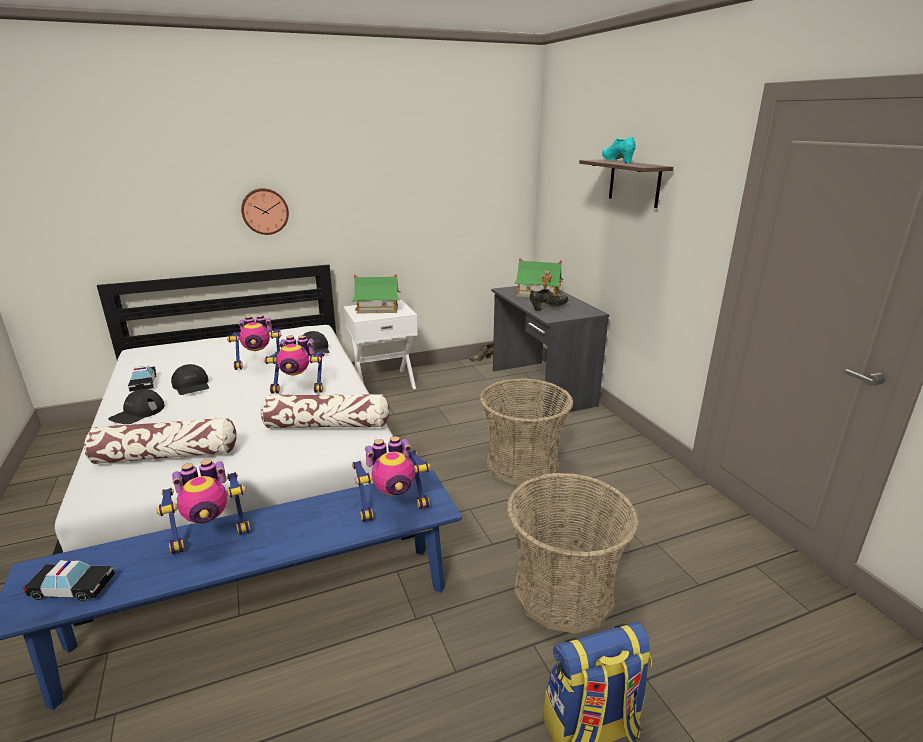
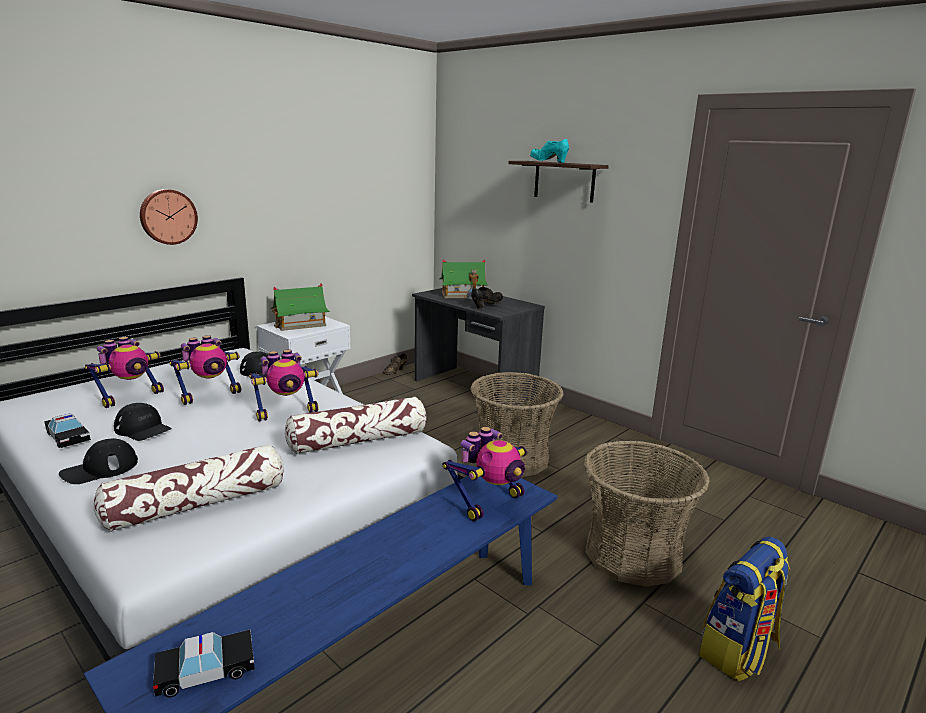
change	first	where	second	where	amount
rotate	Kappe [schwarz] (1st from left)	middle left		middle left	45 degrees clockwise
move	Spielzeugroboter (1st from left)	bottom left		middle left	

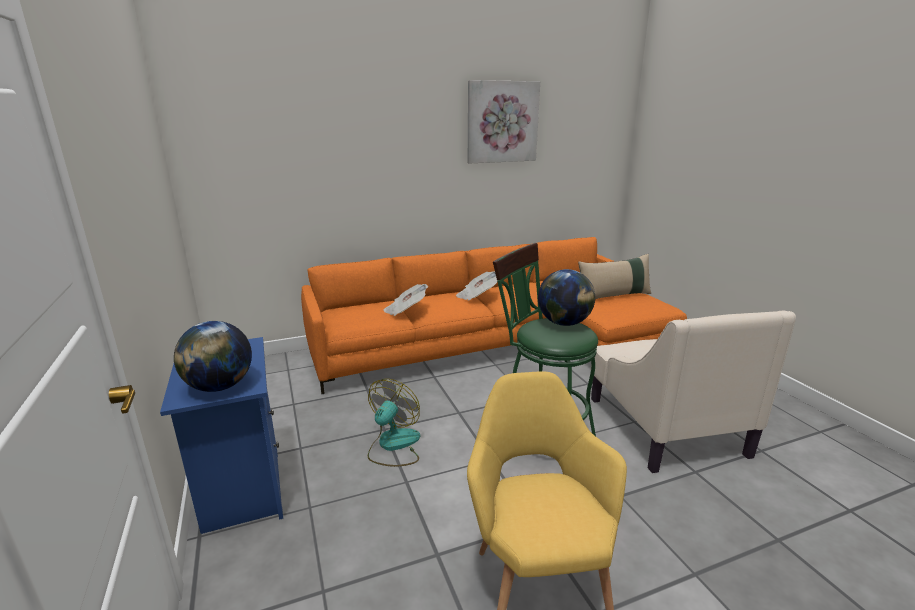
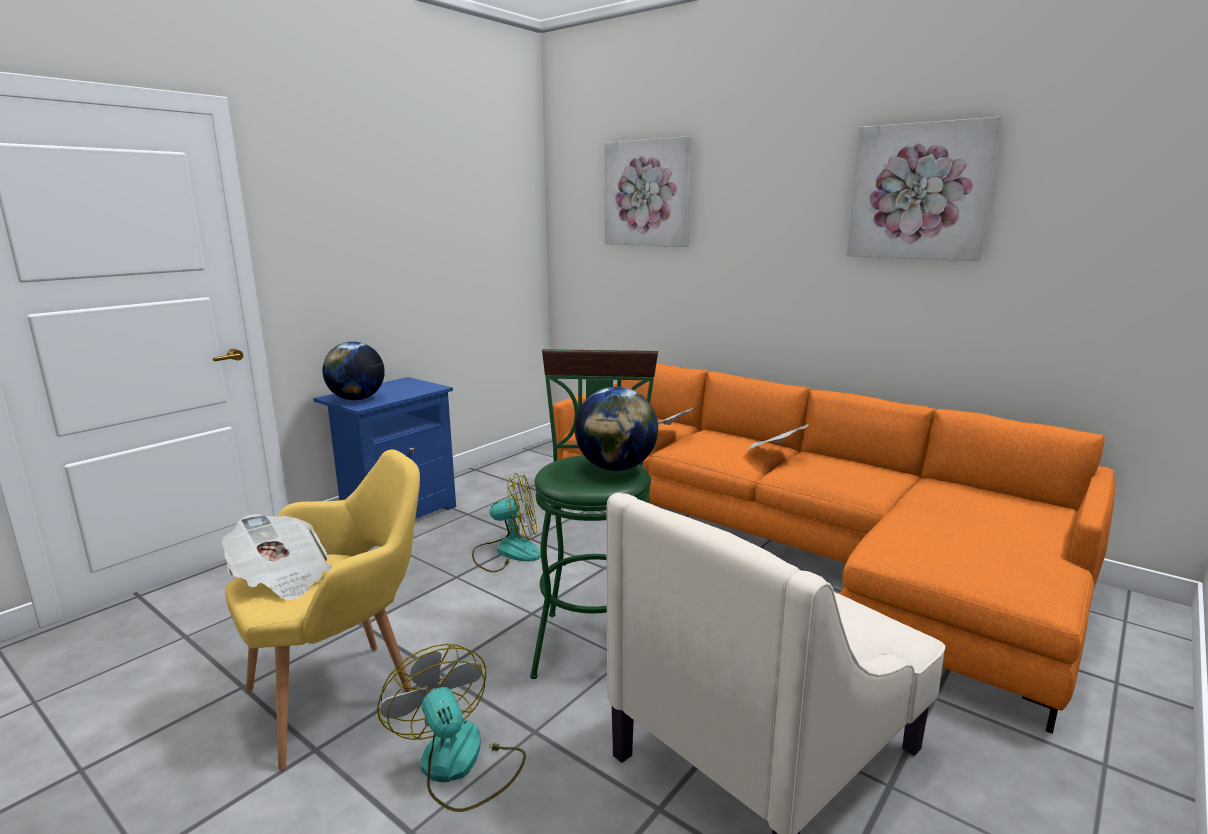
change	first	where	second	where	amount
delete	Kissen [beige]	middle right			
insert			Zeitung (1st from left)	bottom left	
insert			Ventilator (1st from left)	bottom centre	
insert			Bild (1st from left)	top centre	

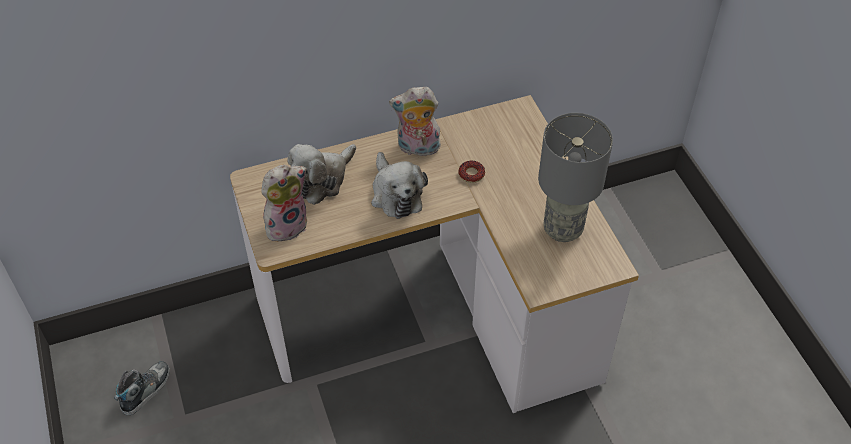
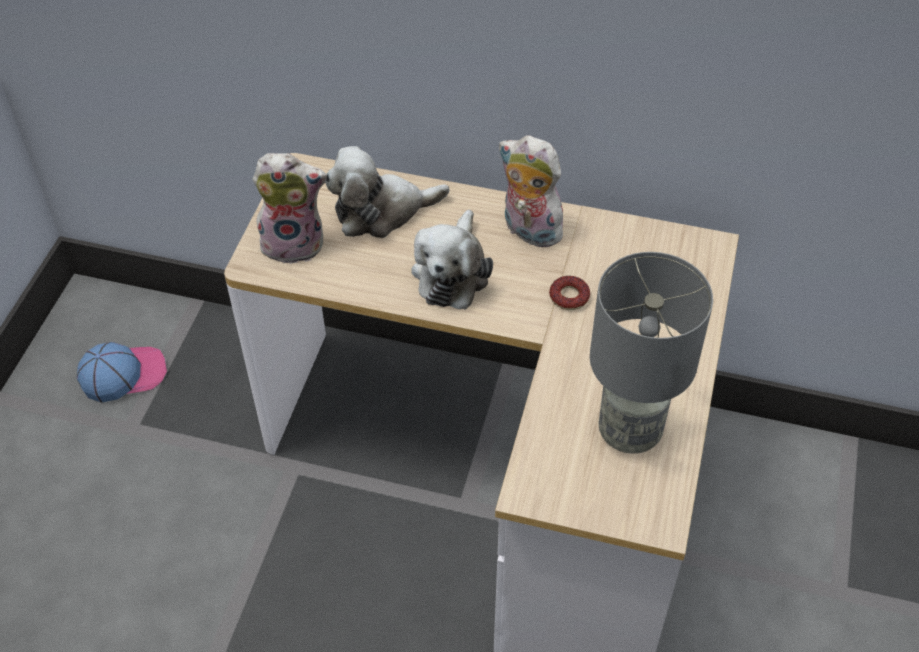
change	first	where	second	where	amount
replace	Schuh	bottom left	Kappe	middle left	

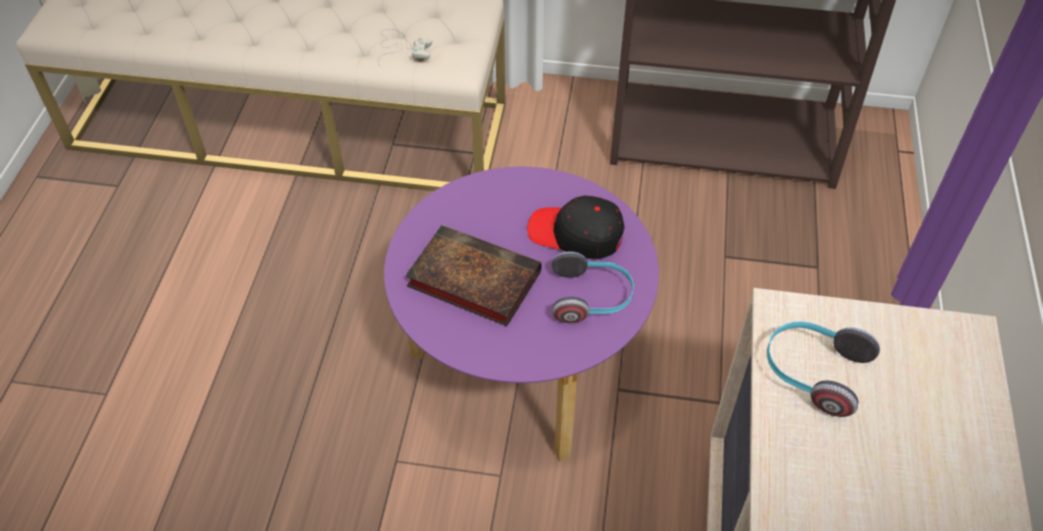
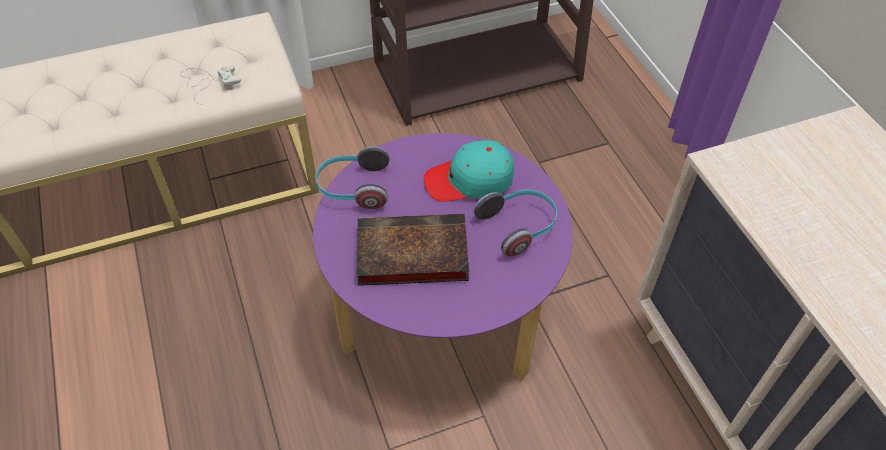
change	first	where	second	where	amount
recolor	Kappe [schwarz]	centre	Kappe [türkis]	centre	
move	Kopfhörer (2nd from left in the first image)	bottom right	Kopfhörer (1st from left)	centre	

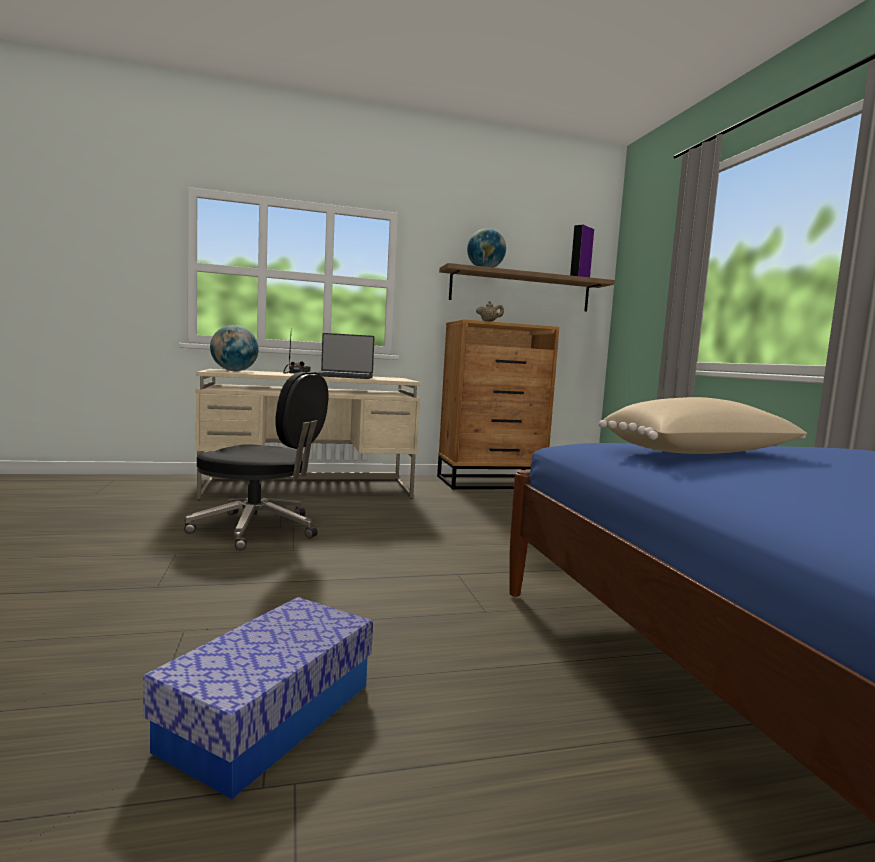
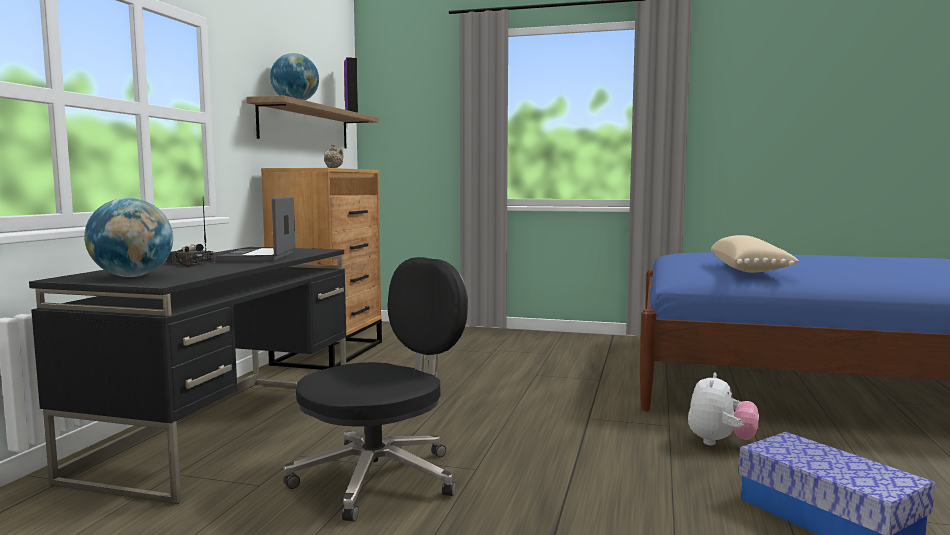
change	first	where	second	where	amount
recolor	Schreibtisch [beige]	centre	Schreibtisch [schwarz]	bottom left	
rotate	Laptop	centre		middle left	150 degrees clockwise
insert			Plüschtier	bottom right	

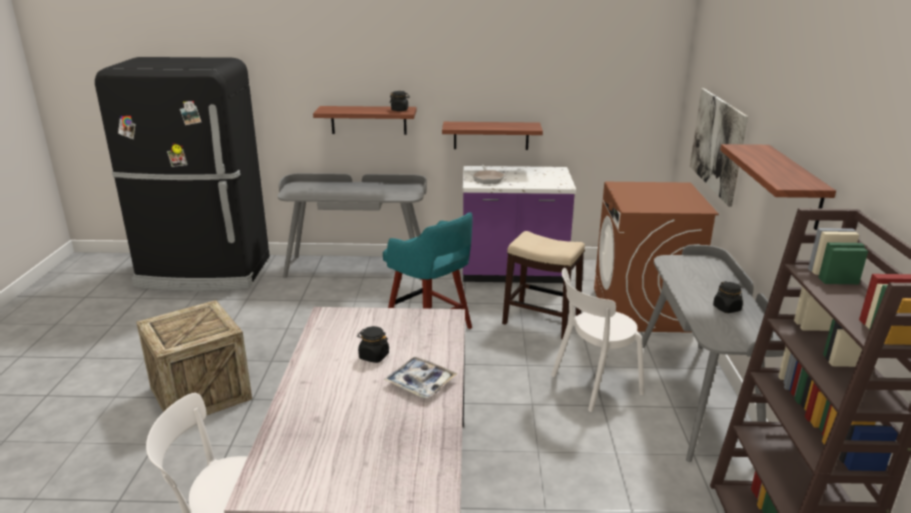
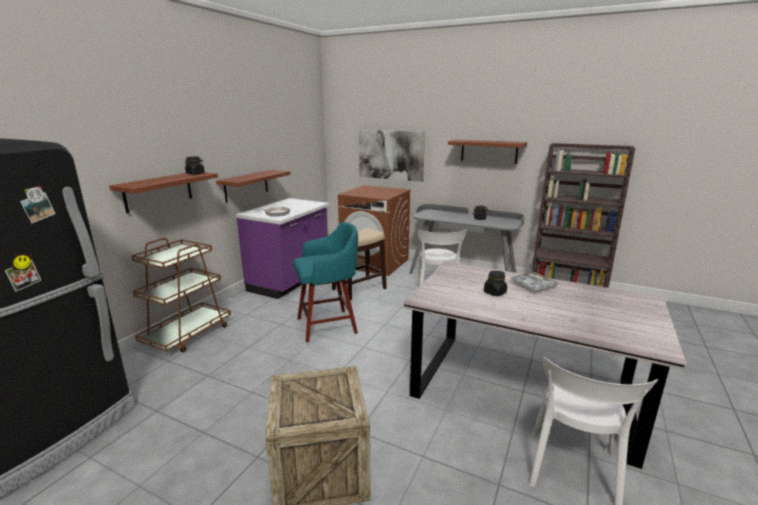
change	first	where	second	where	amount
replace	Schreibtisch [grau] (1st from left)	centre	Rollwagen [braun]	middle left	

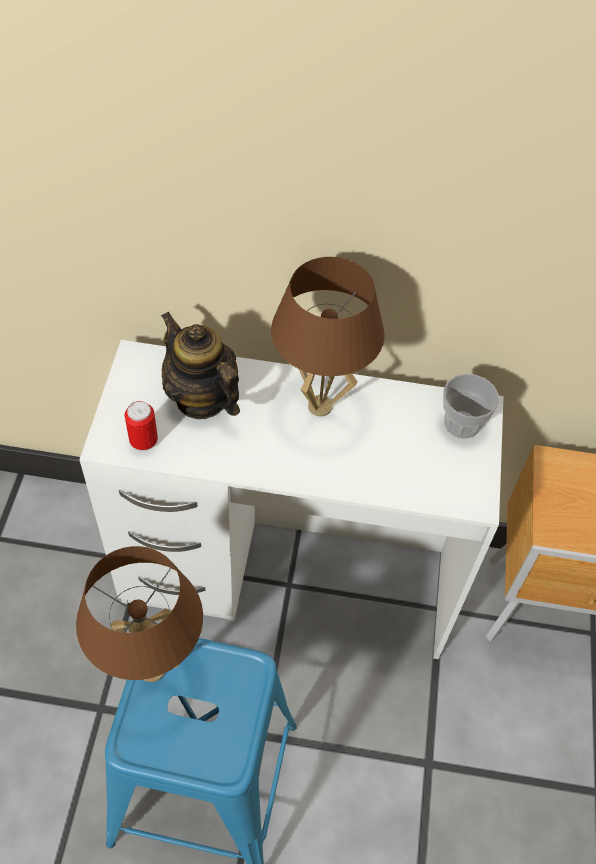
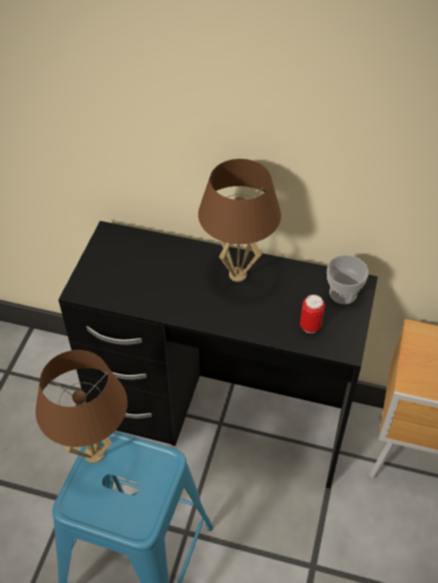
change	first	where	second	where	amount
recolor	Schreibtisch [weiß]	centre	Schreibtisch [schwarz]	centre	
move	Dose	middle left		middle right	
delete	Teekanne	centre			

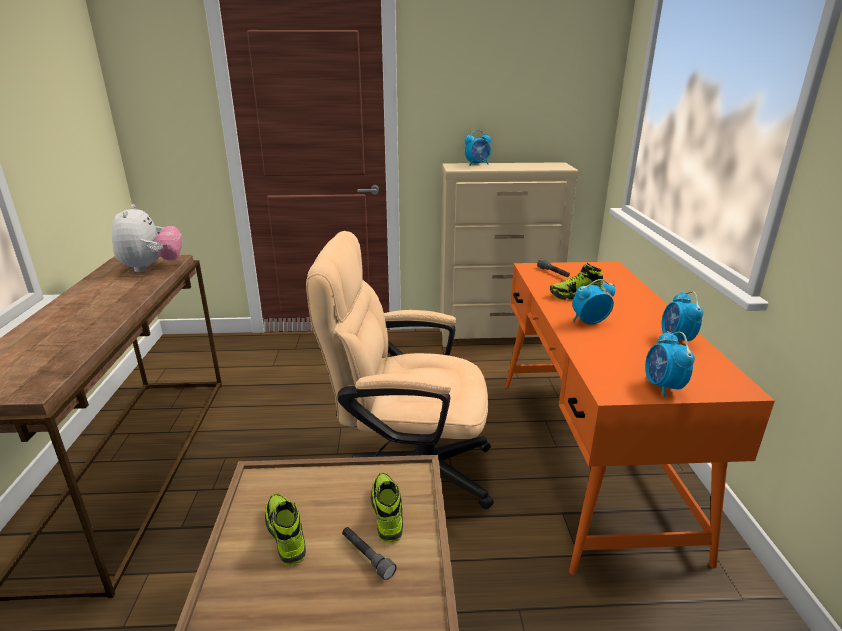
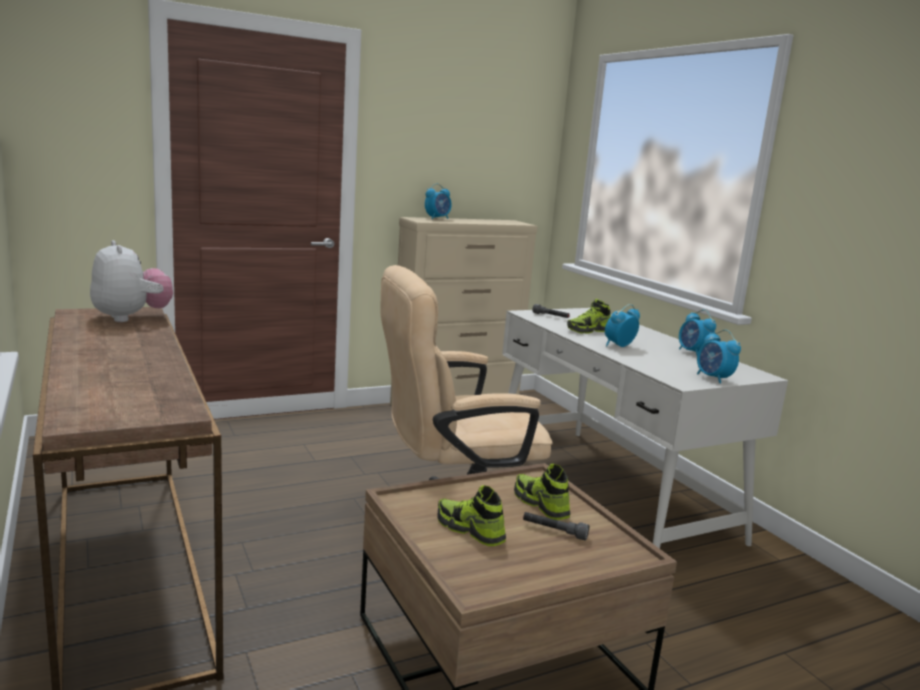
change	first	where	second	where	amount
recolor	Schreibtisch [orange]	middle right	Schreibtisch [weiß]	middle right	

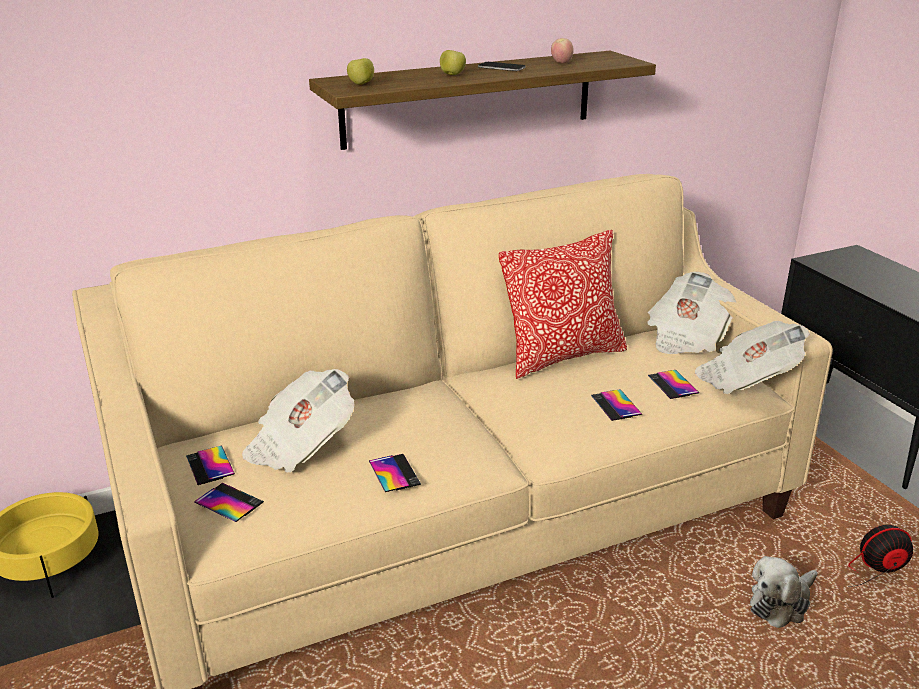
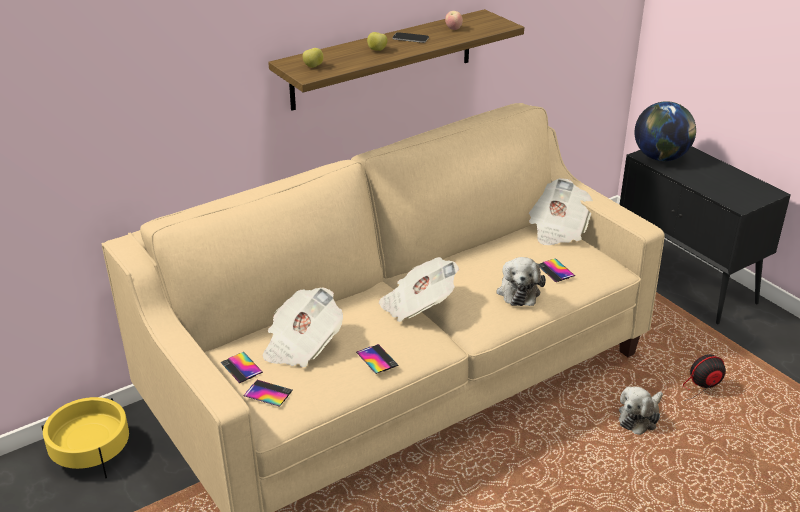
change	first	where	second	where	amount
delete	Kissen	centre			
replace	Handy (5th from left)	middle right	Plüschtier (1st from left)	centre	
move	Zeitung (3rd from left in the first image)	middle right	Zeitung (2nd from left)	centre	
insert			Globus	top right	

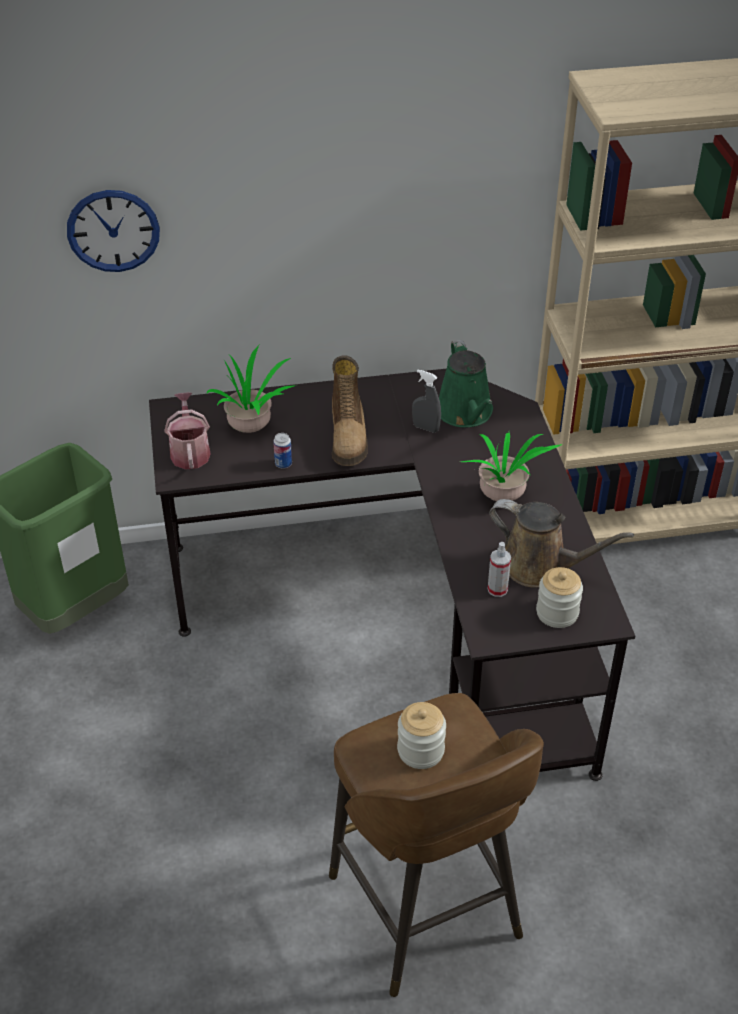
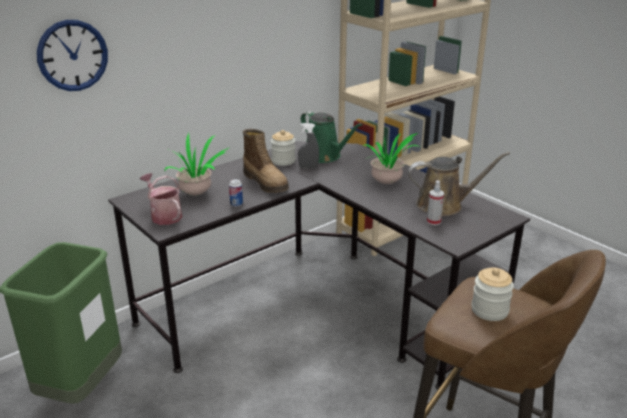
change	first	where	second	where	amount
move	Vorratsglas (2nd from left in the first image)	middle right	Vorratsglas (1st from left)	centre	

